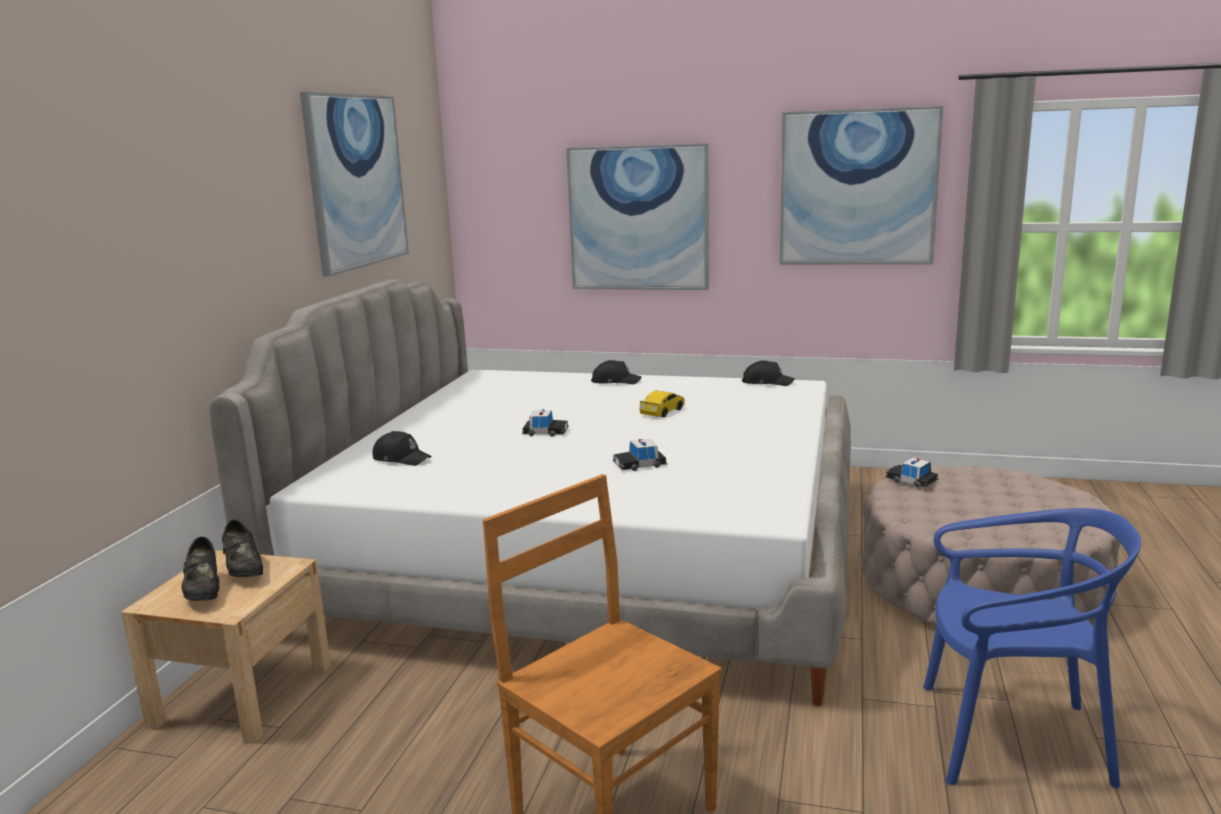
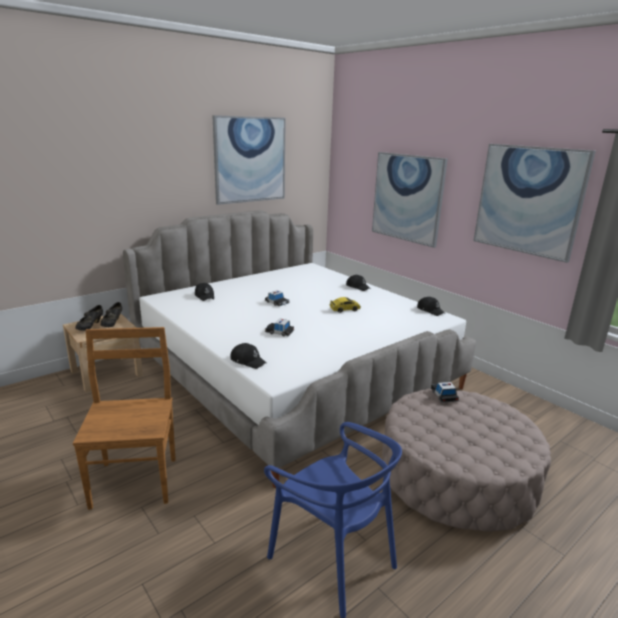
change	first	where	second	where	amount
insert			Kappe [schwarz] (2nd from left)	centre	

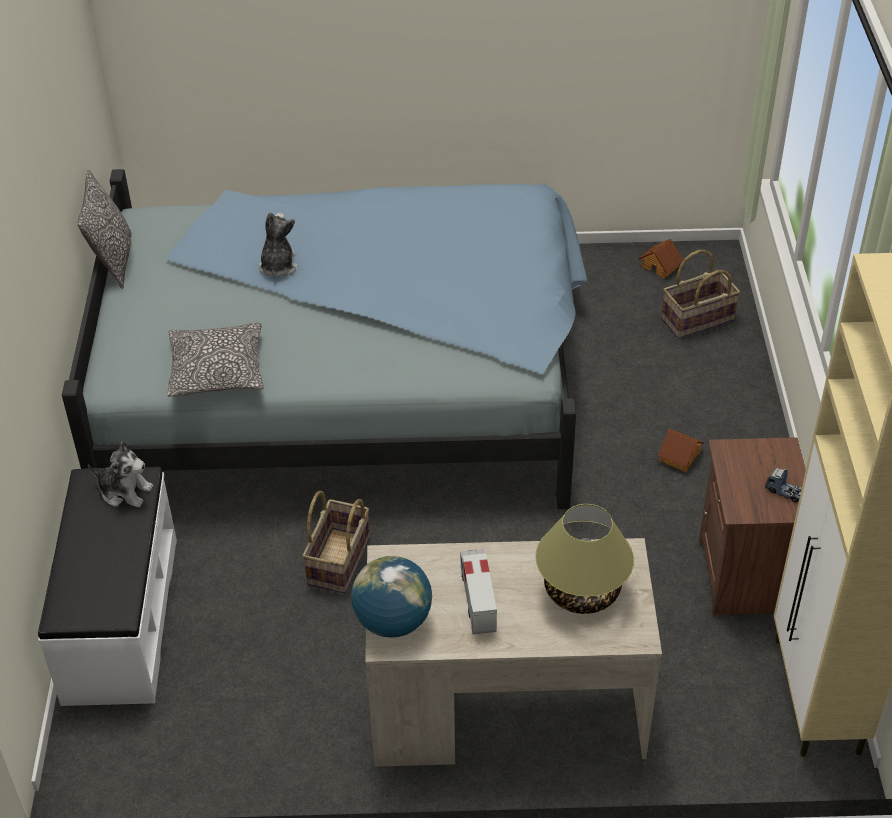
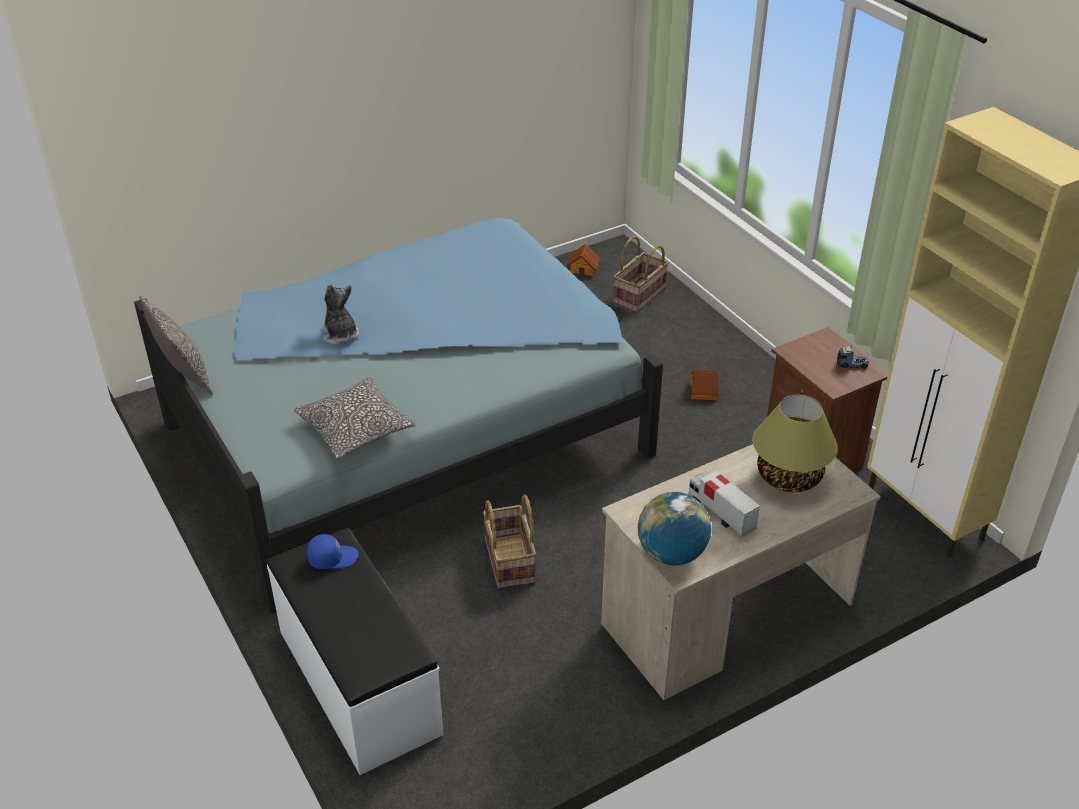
change	first	where	second	where	amount
replace	Plüschtier (1st from left)	middle left	Kappe [blau]	bottom left	

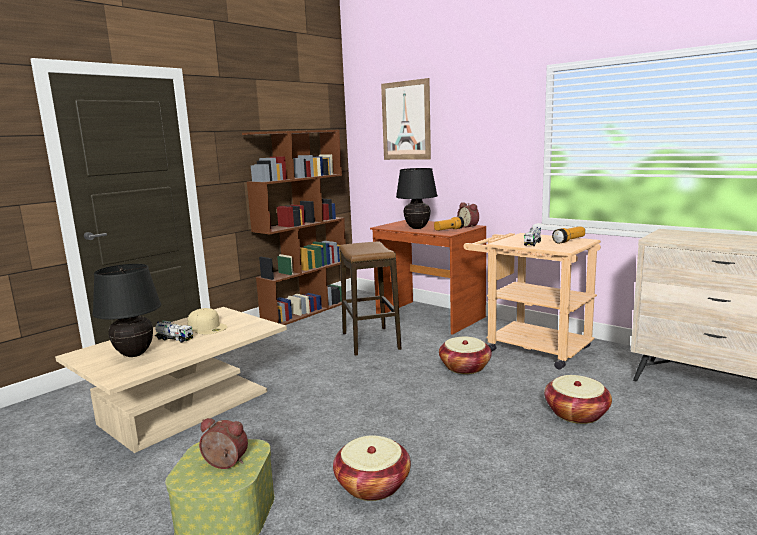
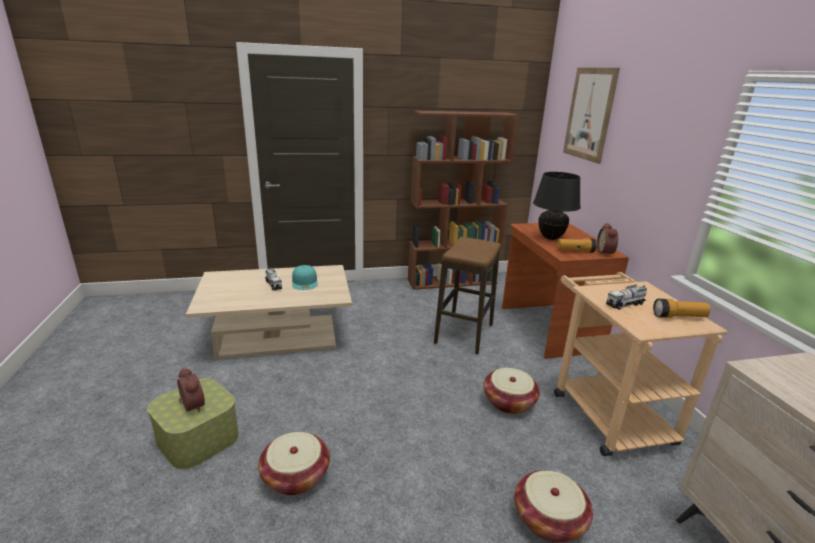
change	first	where	second	where	amount
delete	Tischlampe [schwarz] (1st from left)	middle left			
recolor	Kappe [beige]	middle left	Kappe [türkis]	centre	

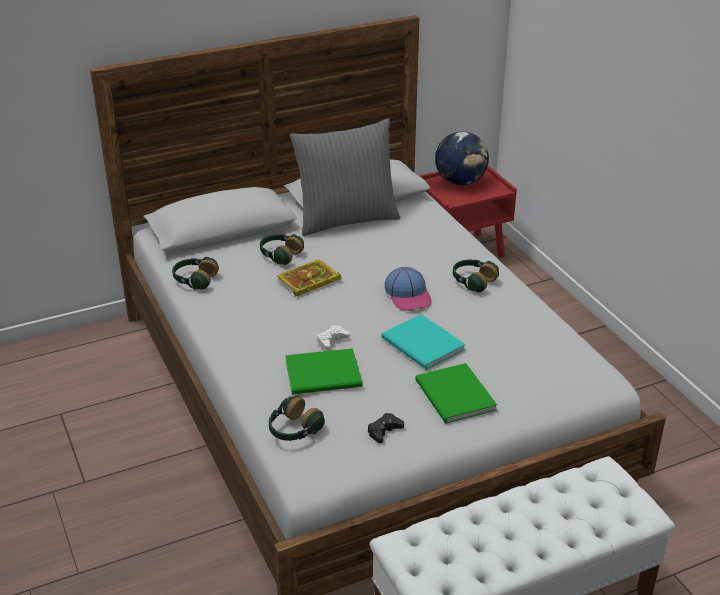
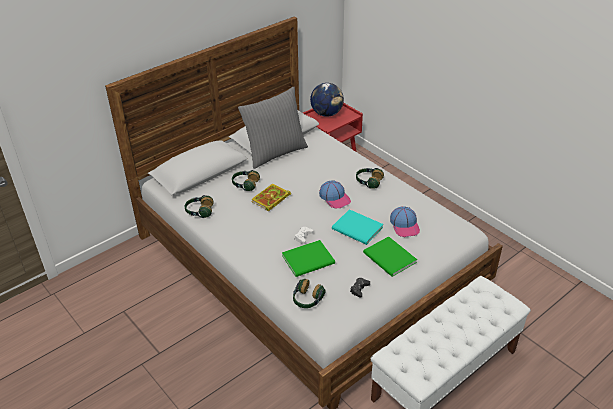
change	first	where	second	where	amount
insert			Kappe (2nd from left)	centre	

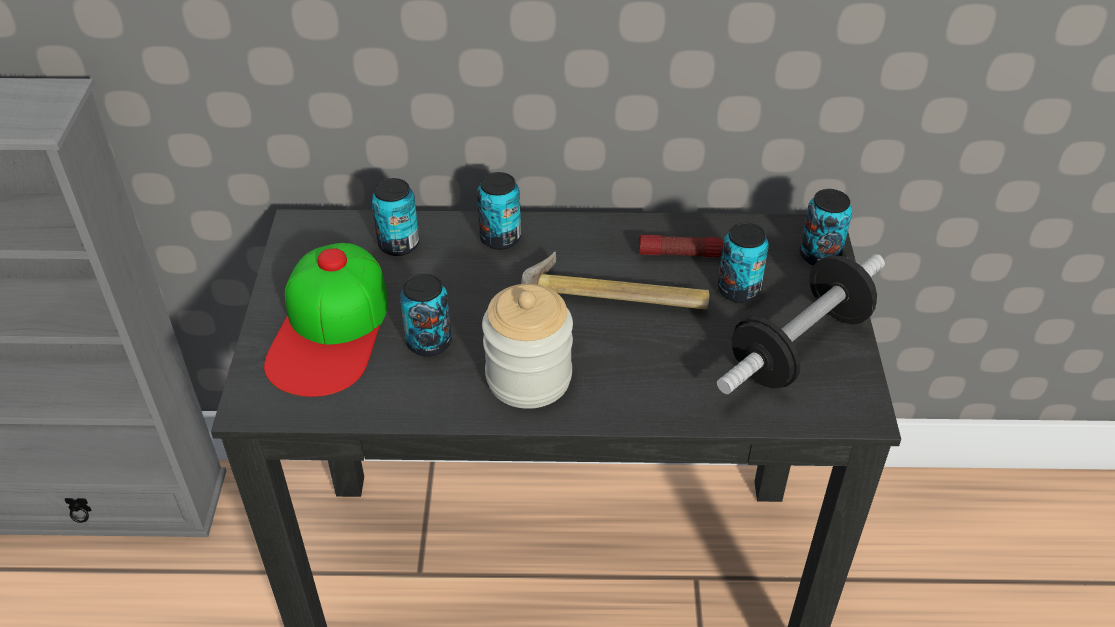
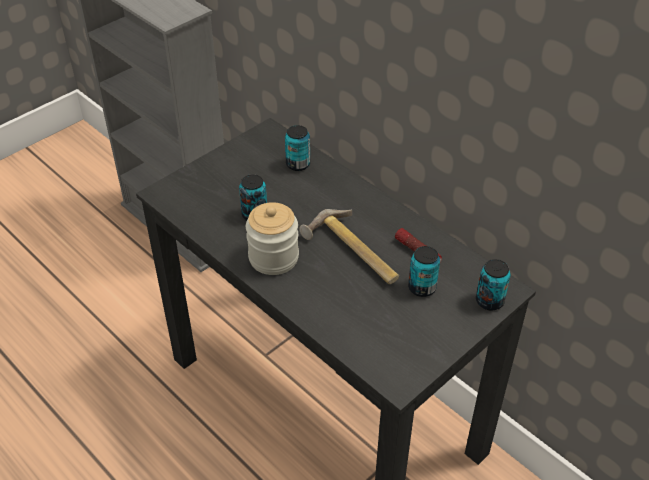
change	first	where	second	where	amount
delete	Kappe	middle left			
delete	Dose (3rd from left)	centre			
delete	Hantel	middle right			

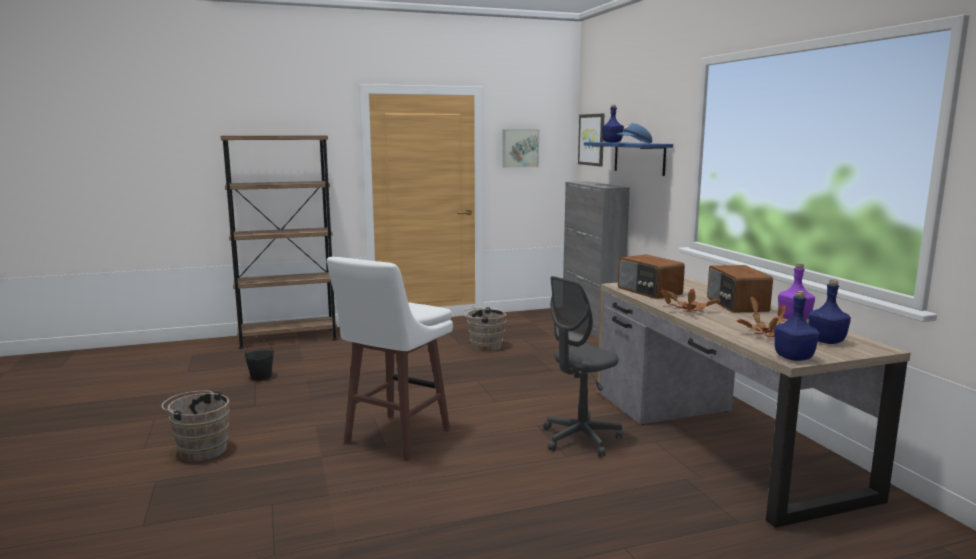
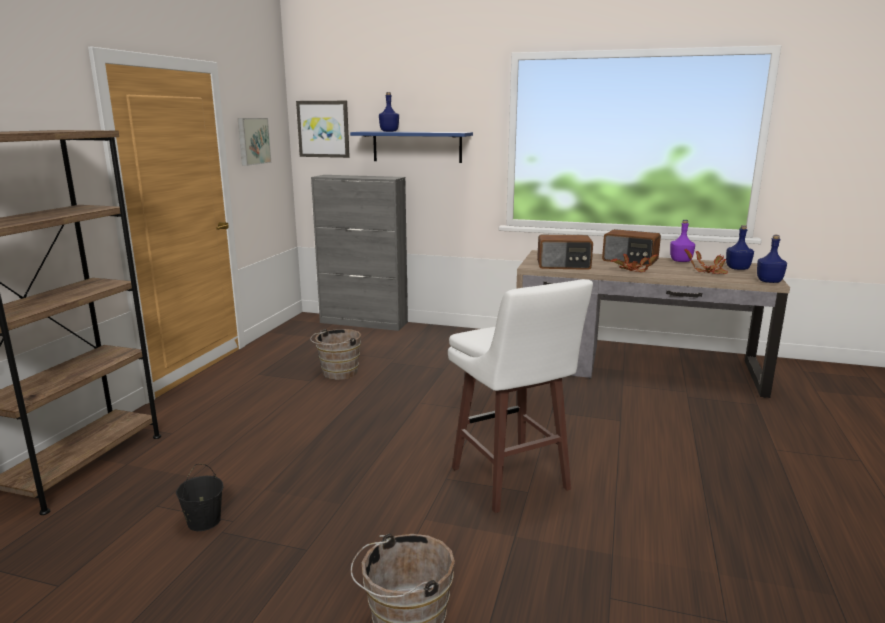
change	first	where	second	where	amount
delete	Bürostuhl [grau]	centre			
delete	Kappe [blau]	top centre			

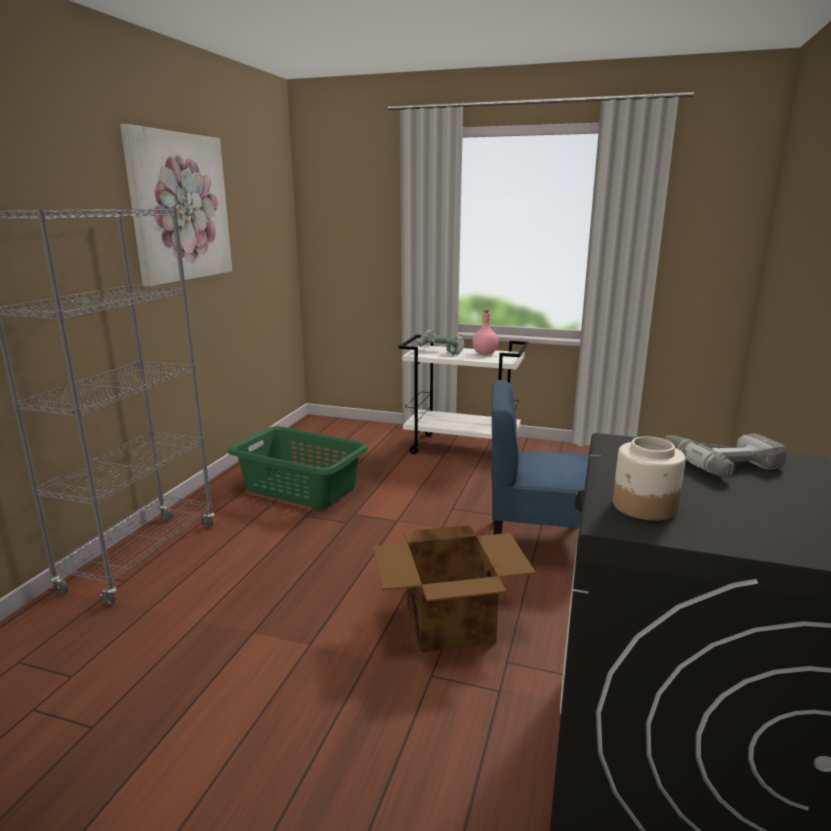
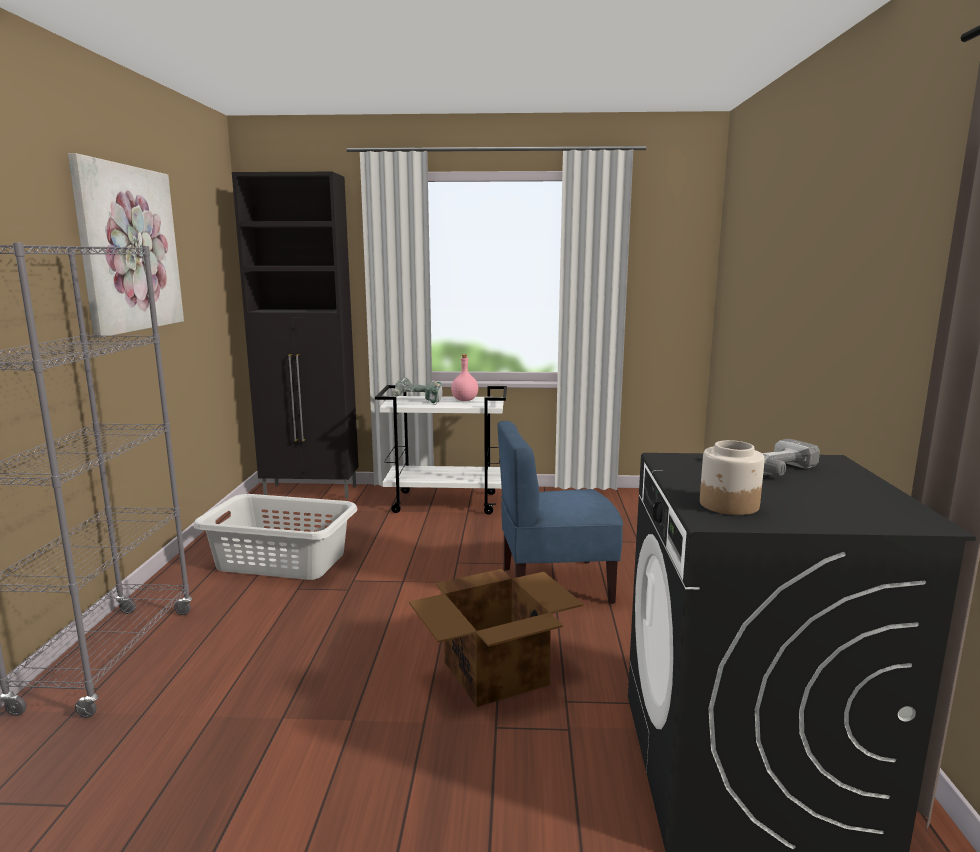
change	first	where	second	where	amount
recolor	Wäschekorb [grün]	centre	Wäschekorb [grau]	middle left	
insert			Schrank [schwarz]	middle left	

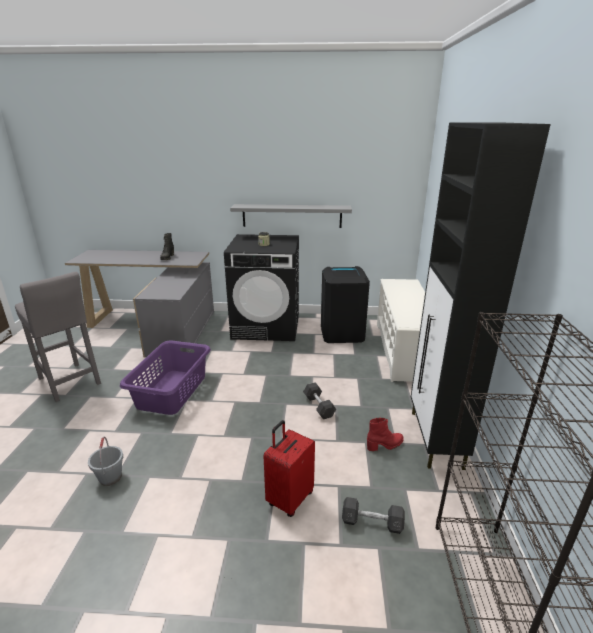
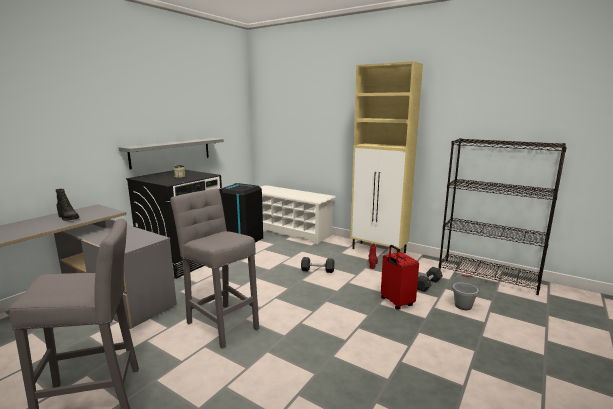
change	first	where	second	where	amount
move	Eimer [grau]	bottom left		bottom right	
replace	Wäschekorb [lila]	middle left	Hocker [grau] (2nd from left)	centre	
recolor	Schrank [schwarz]	middle right	Schrank [beige]	centre	

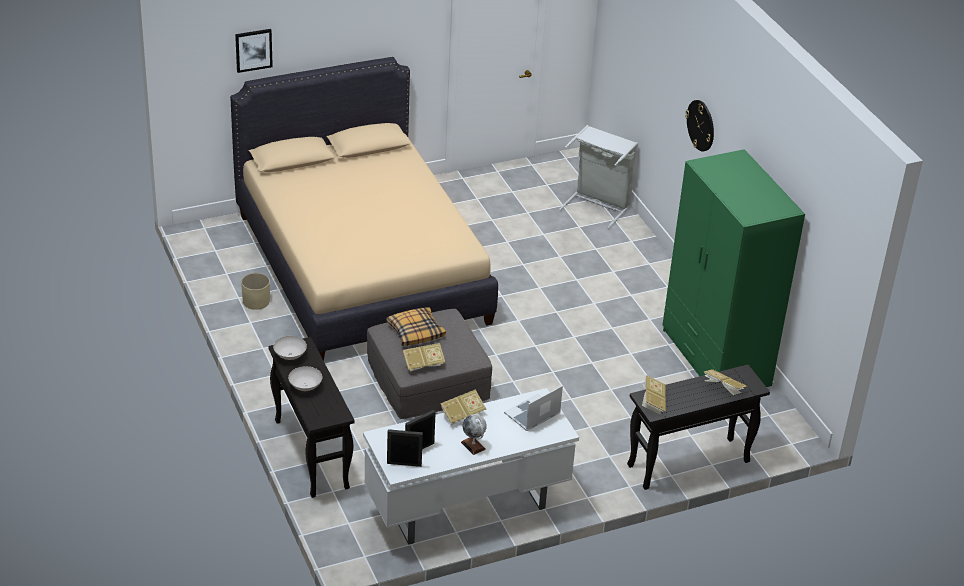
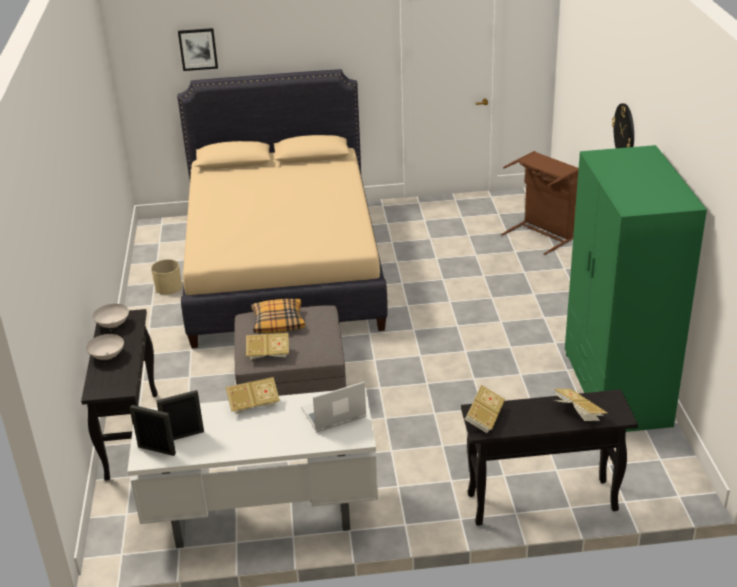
change	first	where	second	where	amount
delete	Globus	bottom centre			
recolor	Wäschekorb [grau]	top centre	Wäschekorb [braun]	middle right	

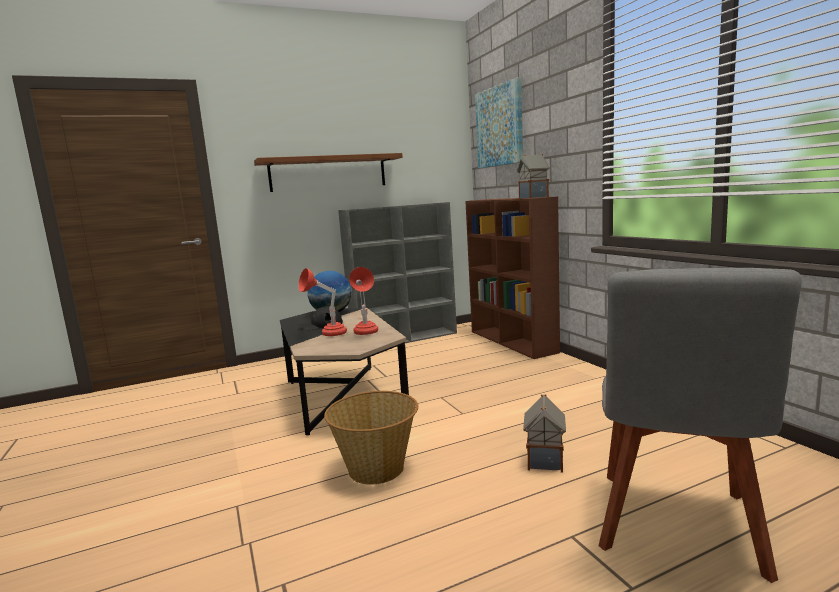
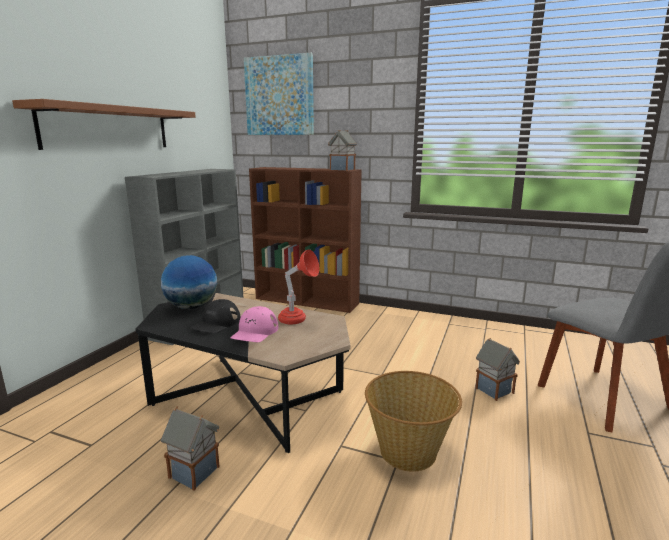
change	first	where	second	where	amount
replace	Tischlampe [rot] (1st from left)	centre	Kappe [rosa]	centre	
insert			Spielzeughaus (1st from left)	bottom left	

